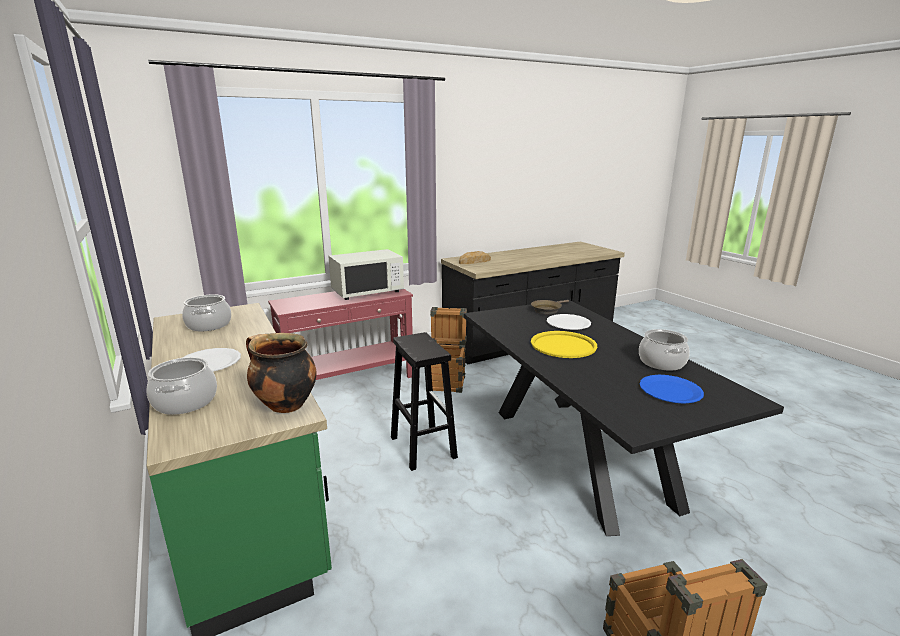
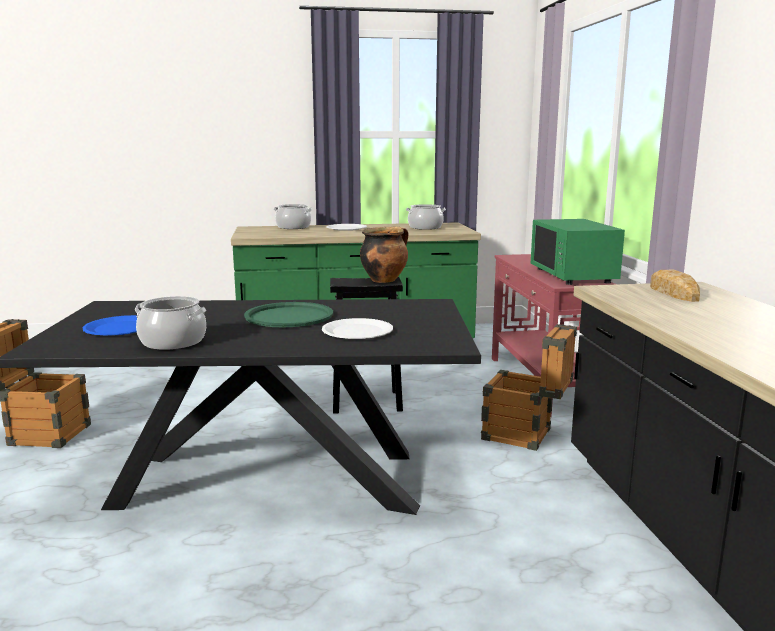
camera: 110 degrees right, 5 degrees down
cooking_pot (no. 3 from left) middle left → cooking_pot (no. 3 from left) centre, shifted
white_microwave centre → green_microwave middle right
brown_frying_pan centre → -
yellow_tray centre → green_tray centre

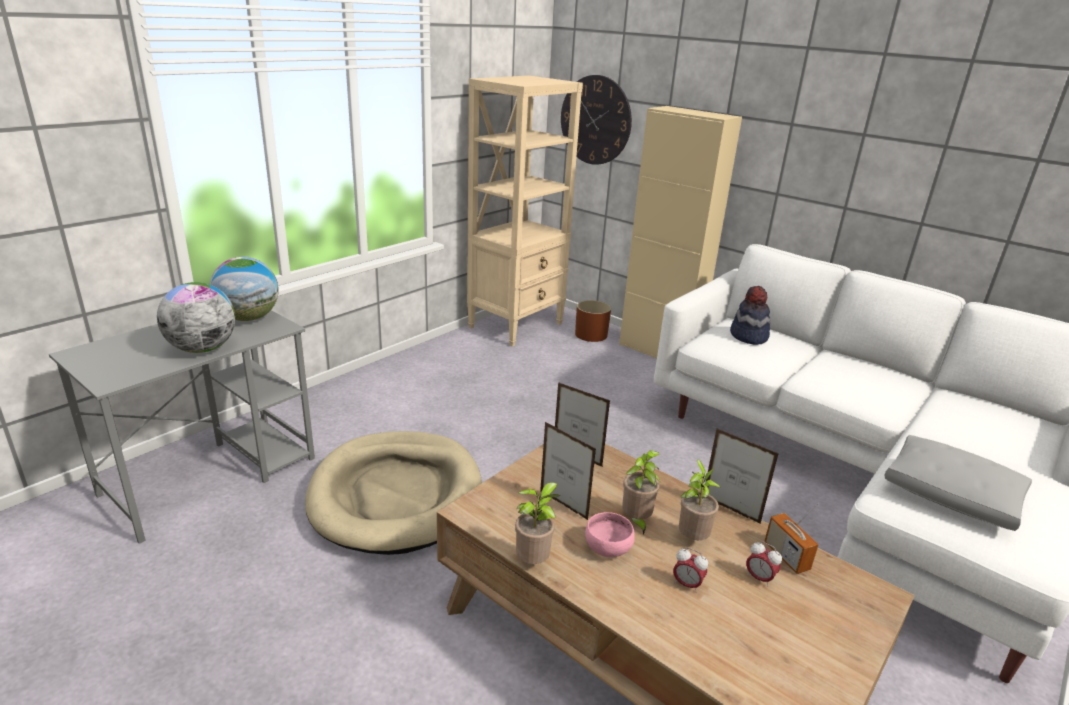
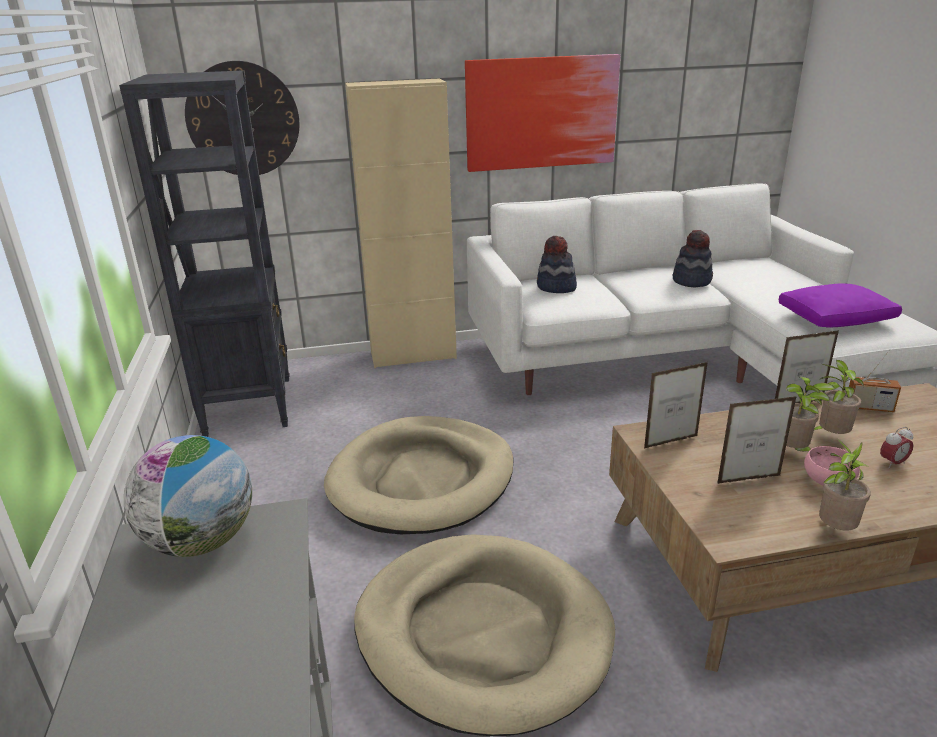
camera: 50 degrees left, 0 degrees up
globe (no. 1 from left) middle left → -
beige_bookcase top centre → black_bookcase middle left
brown_planter centre → -
alarm_clock (no. 2 from left) bottom right → -
grey_pillow bottom right → purple_pillow middle right
- → beige_dog_bed (no. 1 from left) centre
- → picture top centre
- → hat (no. 2 from left) middle right

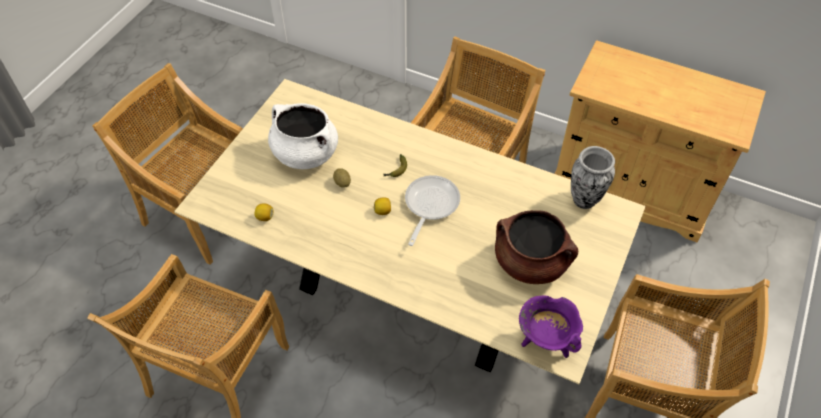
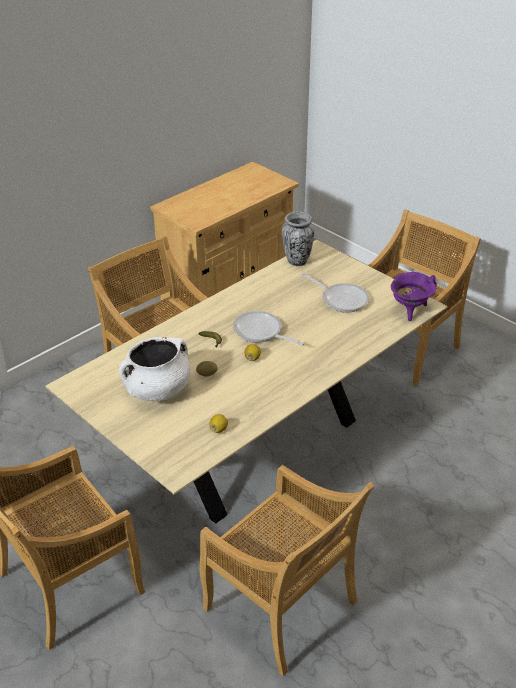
camera: 70 degrees left, 15 degrees down
brown_cooking_pot centre → frying_pan (no. 2 from left) centre

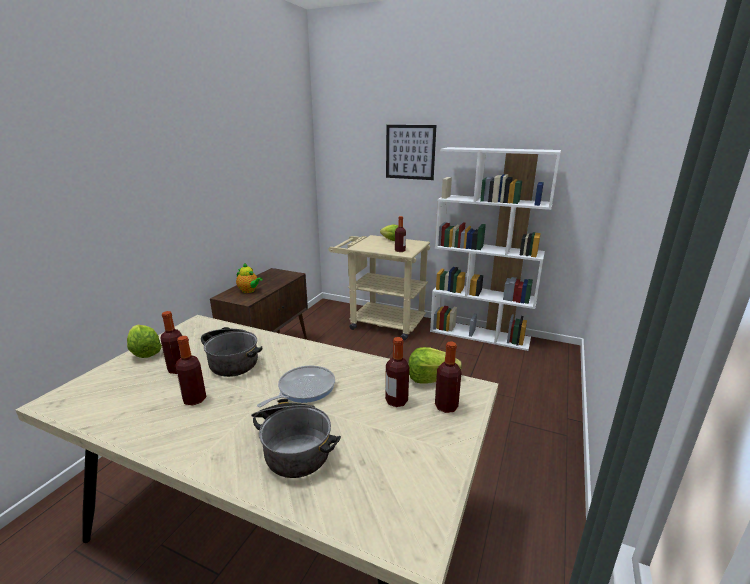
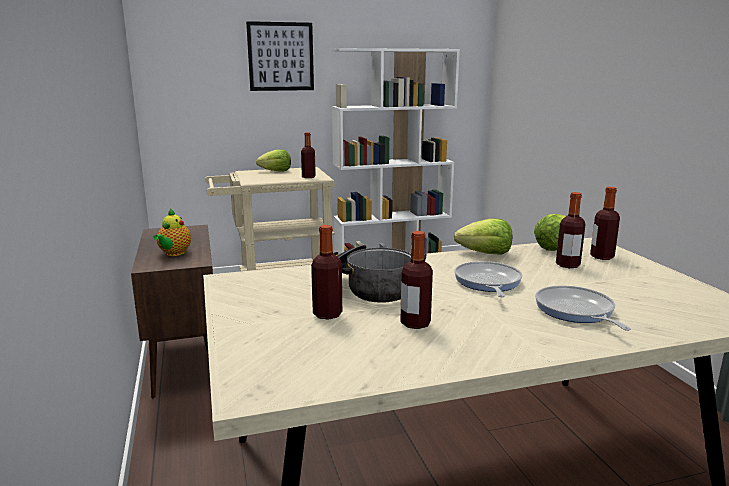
camera: 40 degrees left, 5 degrees down
lettuce (no. 1 from left in the first image) middle left → lettuce (no. 2 from left) centre, shifted
teapot middle left, 105 degrees clockwise
cooking_pot (no. 2 from left) bottom centre → frying_pan (no. 2 from left) middle right

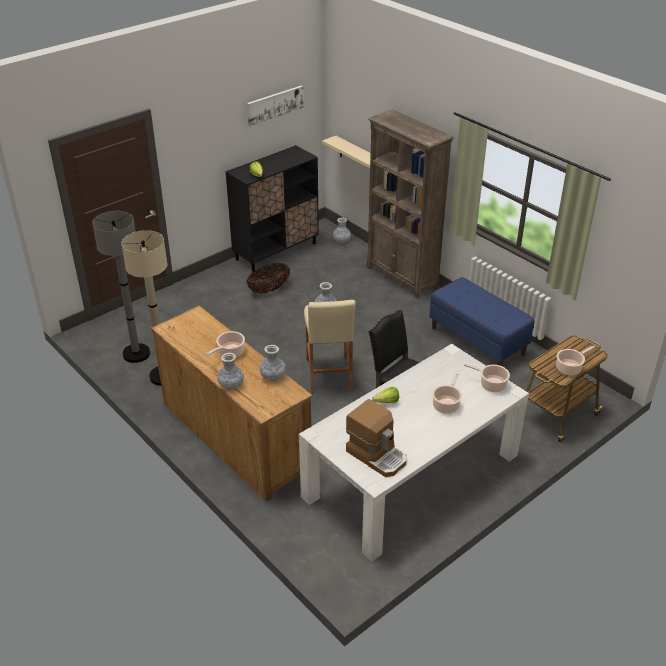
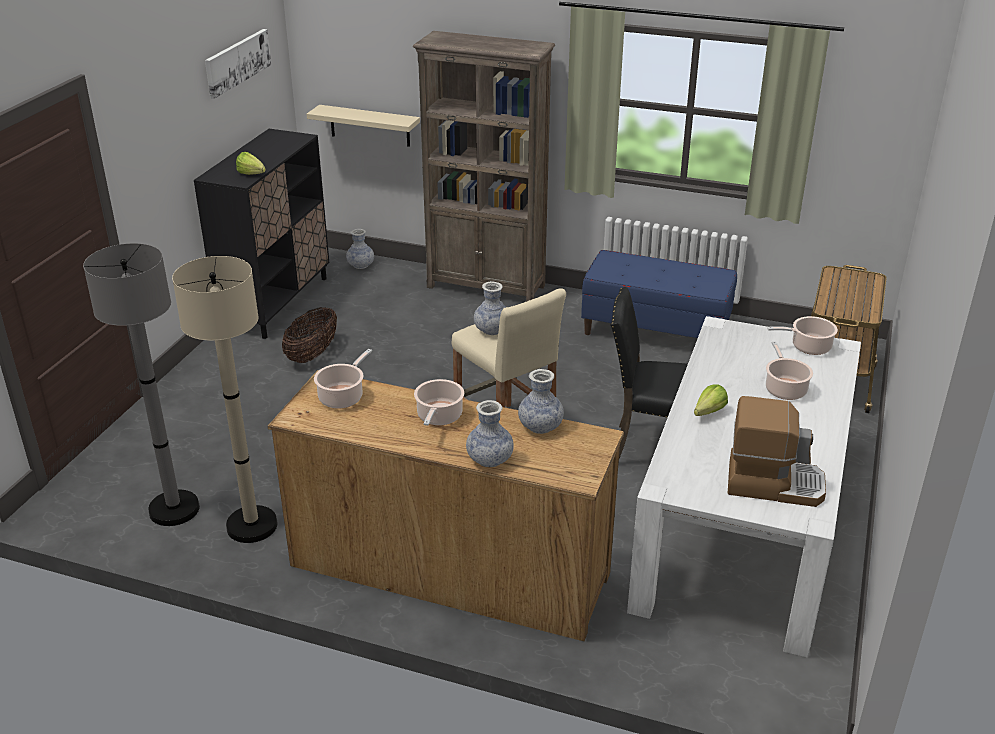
camera: 30 degrees left, 5 degrees down
cooking_pot (no. 4 from left in the first image) middle right → cooking_pot (no. 1 from left) centre, shifted

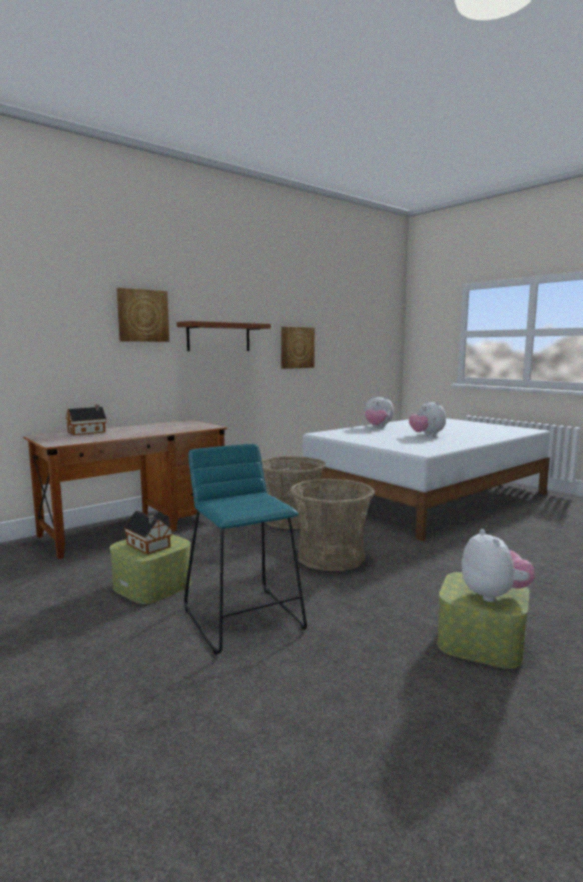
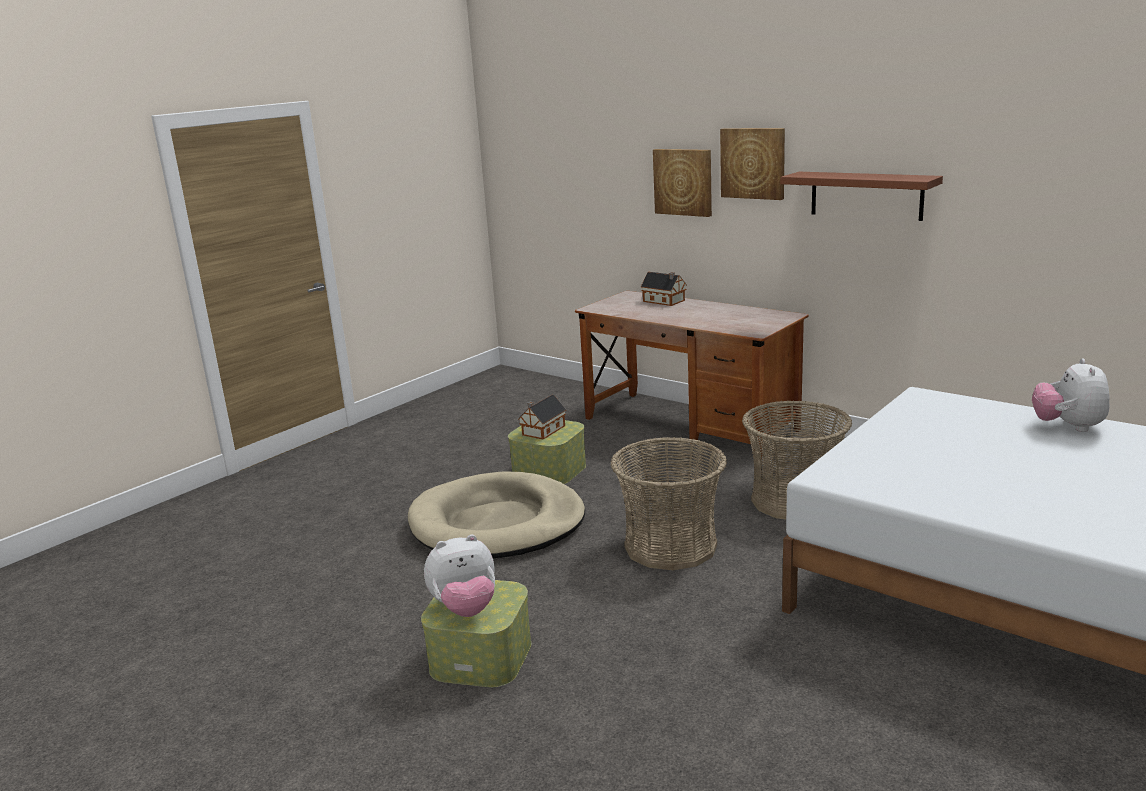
camera: 80 degrees right, 10 degrees up
turquoise_stool centre → beige_dog_bed centre
picture (no. 2 from left in the first image) centre → picture (no. 1 from left) top centre, shifted
plush_toy (no. 2 from left) middle right → -

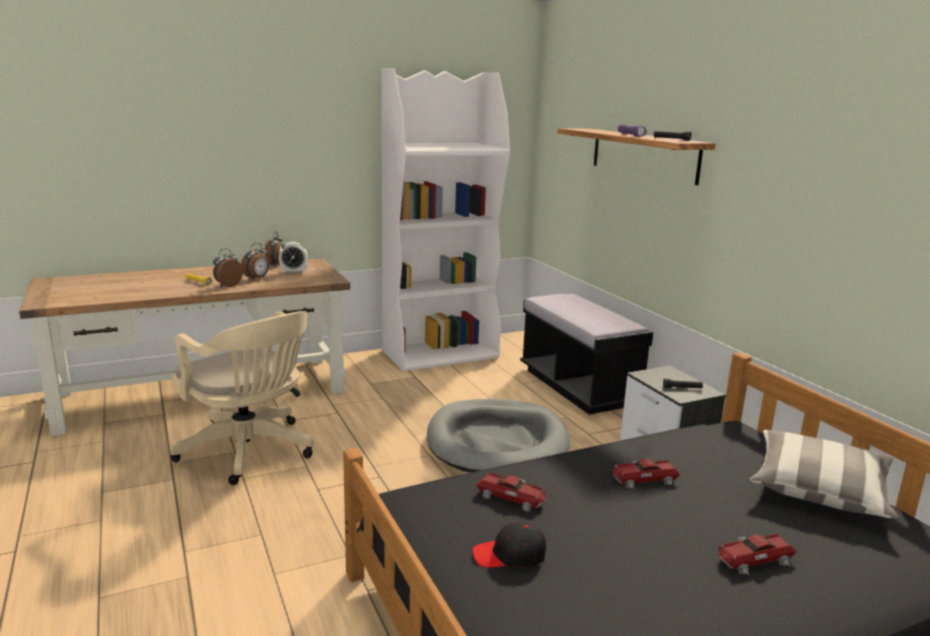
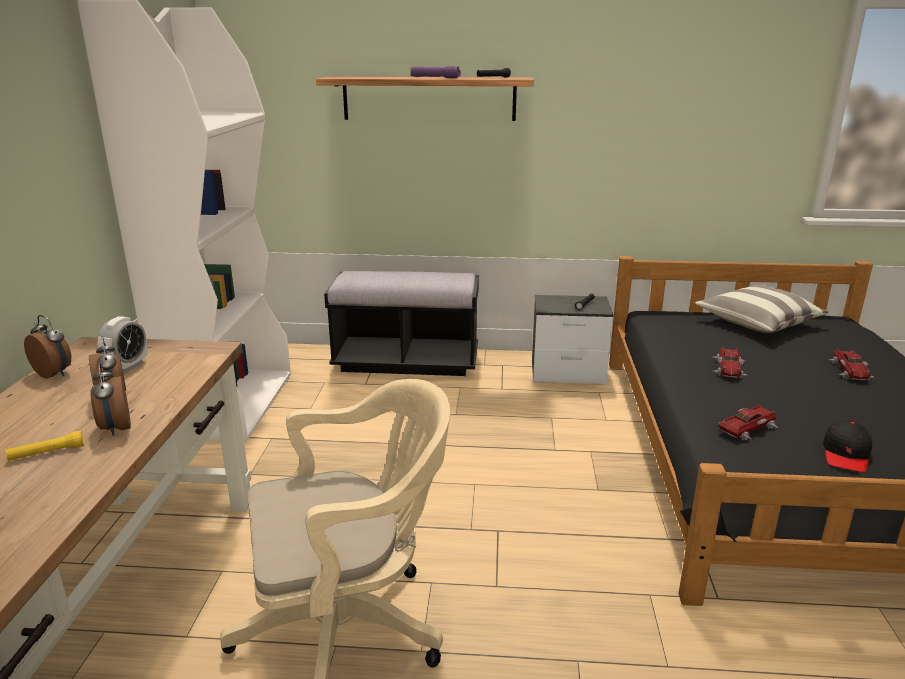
camera: 60 degrees left, 5 degrees up
grey_dog_bed bottom centre → -

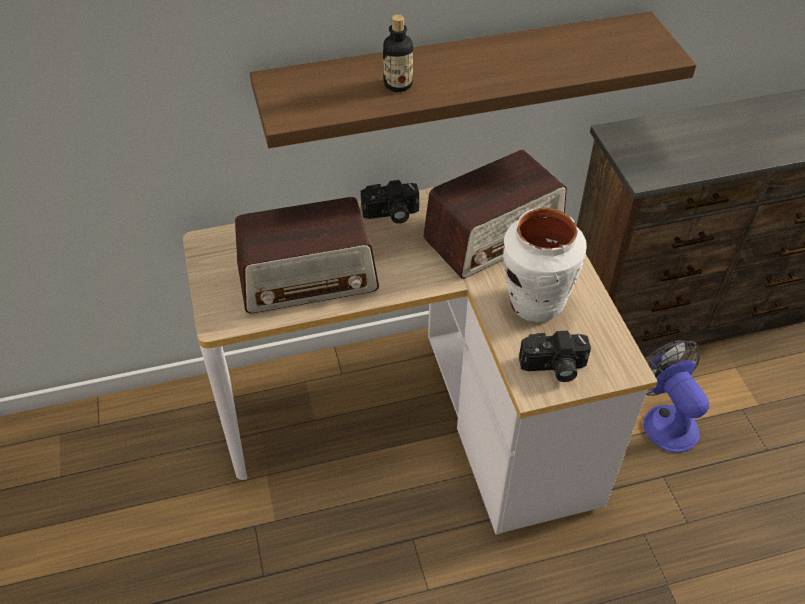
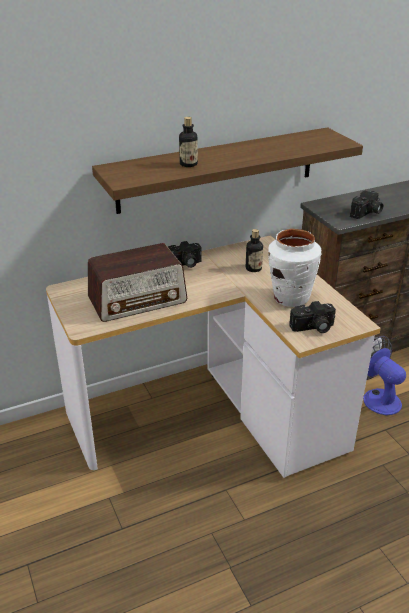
camera: 10 degrees left, 15 degrees down
radio (no. 2 from left) centre → bottle (no. 2 from left) centre
- → photo_camera (no. 3 from left) top right

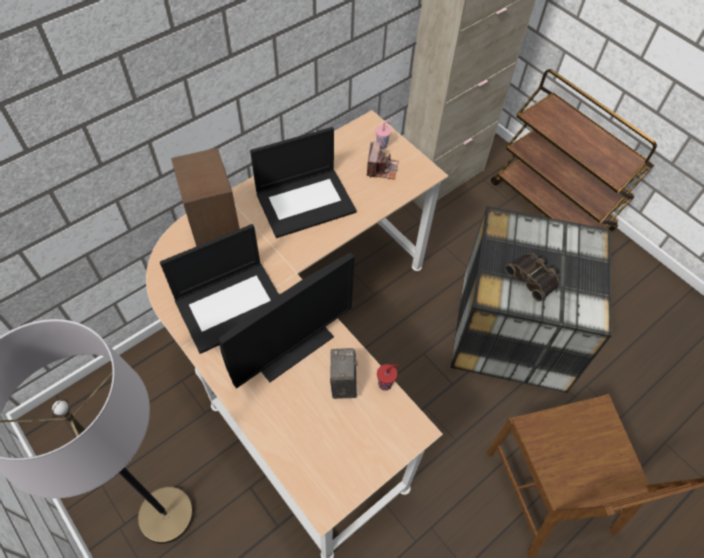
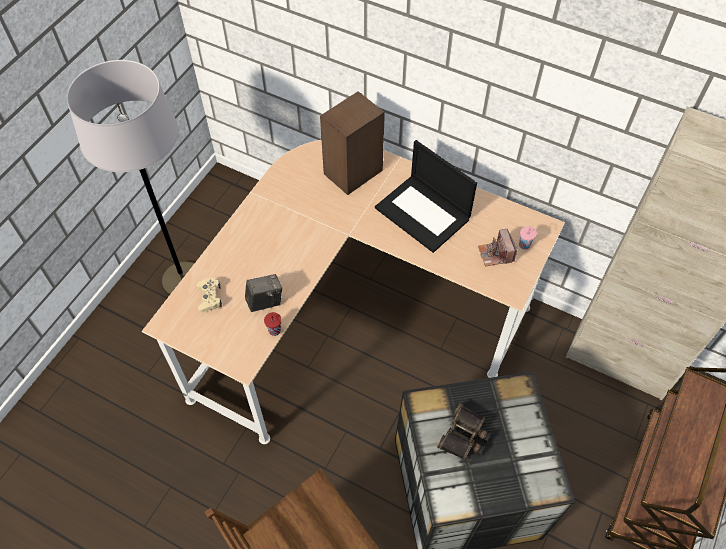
camera: 70 degrees right, 0 degrees up
laptop (no. 1 from left) middle left → -
monitor centre → -
photo_camera (no. 2 from left) top centre → photo_camera (no. 2 from left) middle right, 90 degrees clockwise
- → beige_game_controller middle left

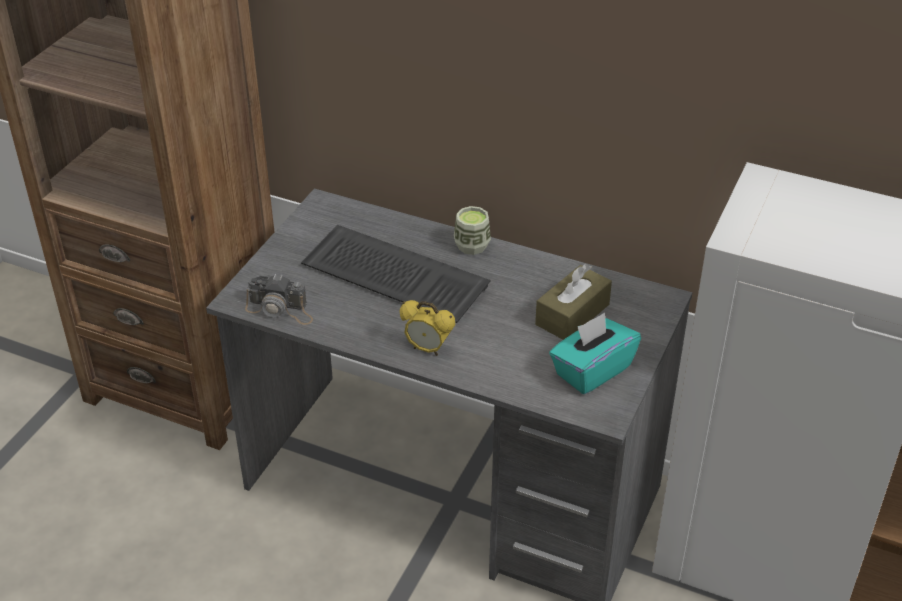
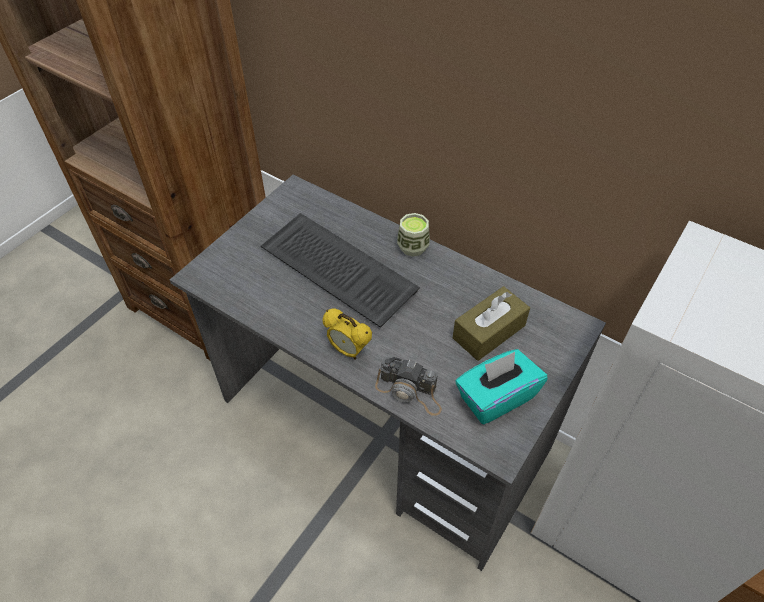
camera: 10 degrees right, 10 degrees up
photo_camera middle left → photo_camera centre, shifted

